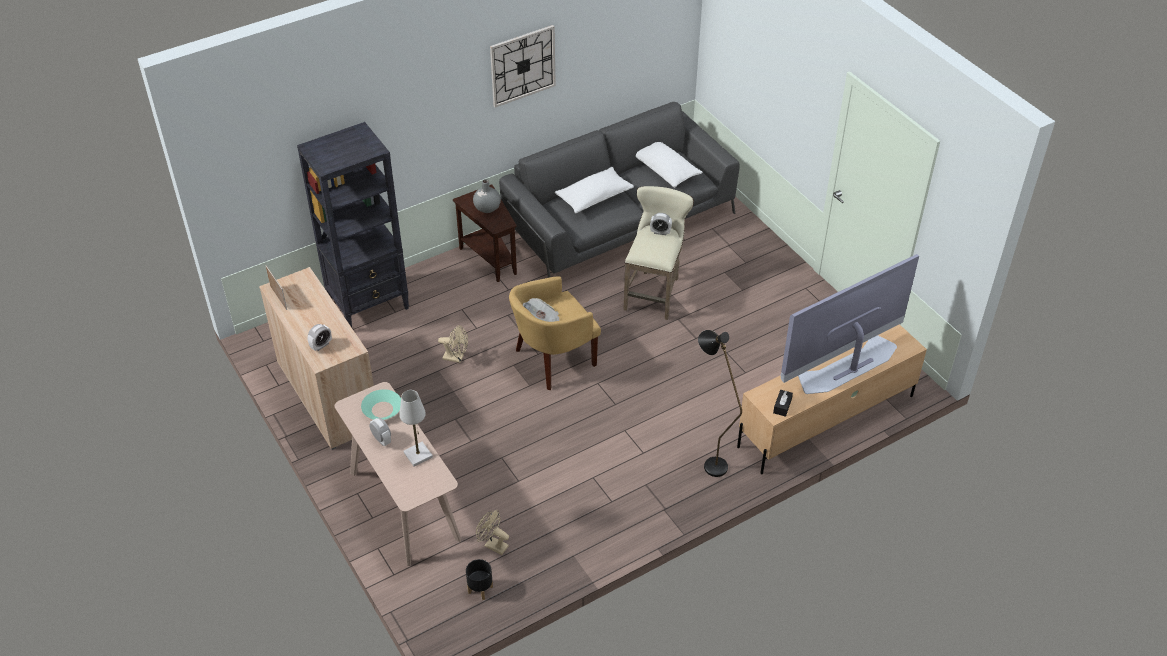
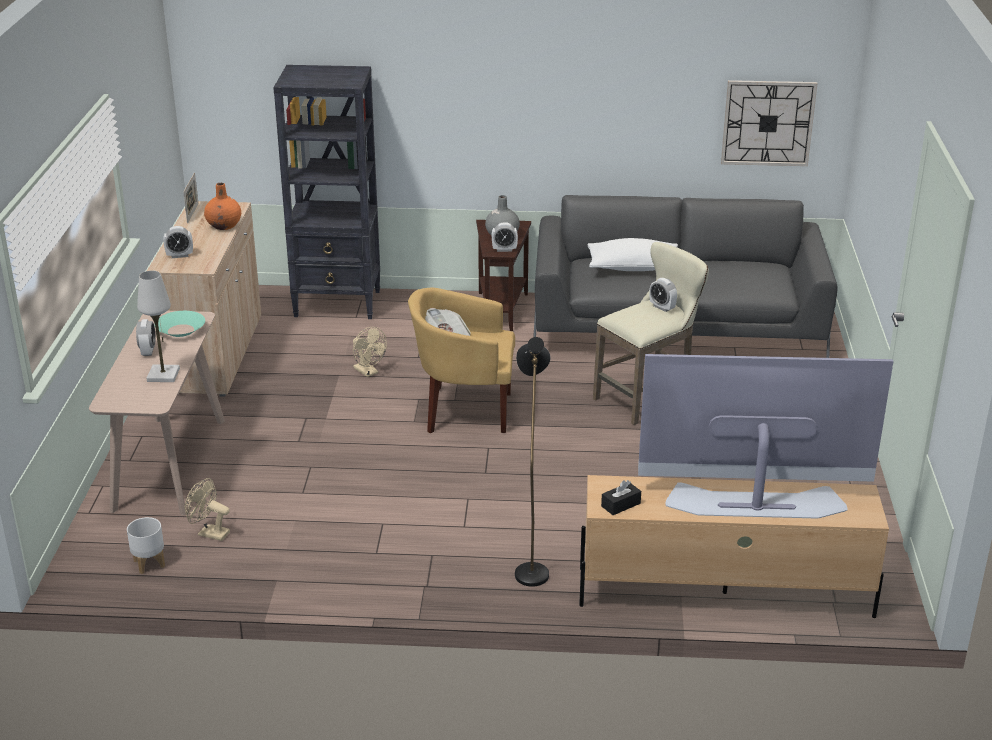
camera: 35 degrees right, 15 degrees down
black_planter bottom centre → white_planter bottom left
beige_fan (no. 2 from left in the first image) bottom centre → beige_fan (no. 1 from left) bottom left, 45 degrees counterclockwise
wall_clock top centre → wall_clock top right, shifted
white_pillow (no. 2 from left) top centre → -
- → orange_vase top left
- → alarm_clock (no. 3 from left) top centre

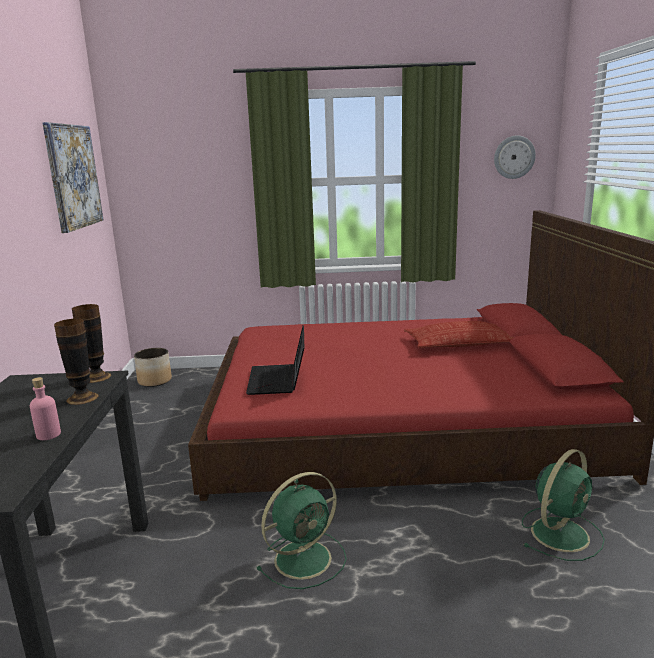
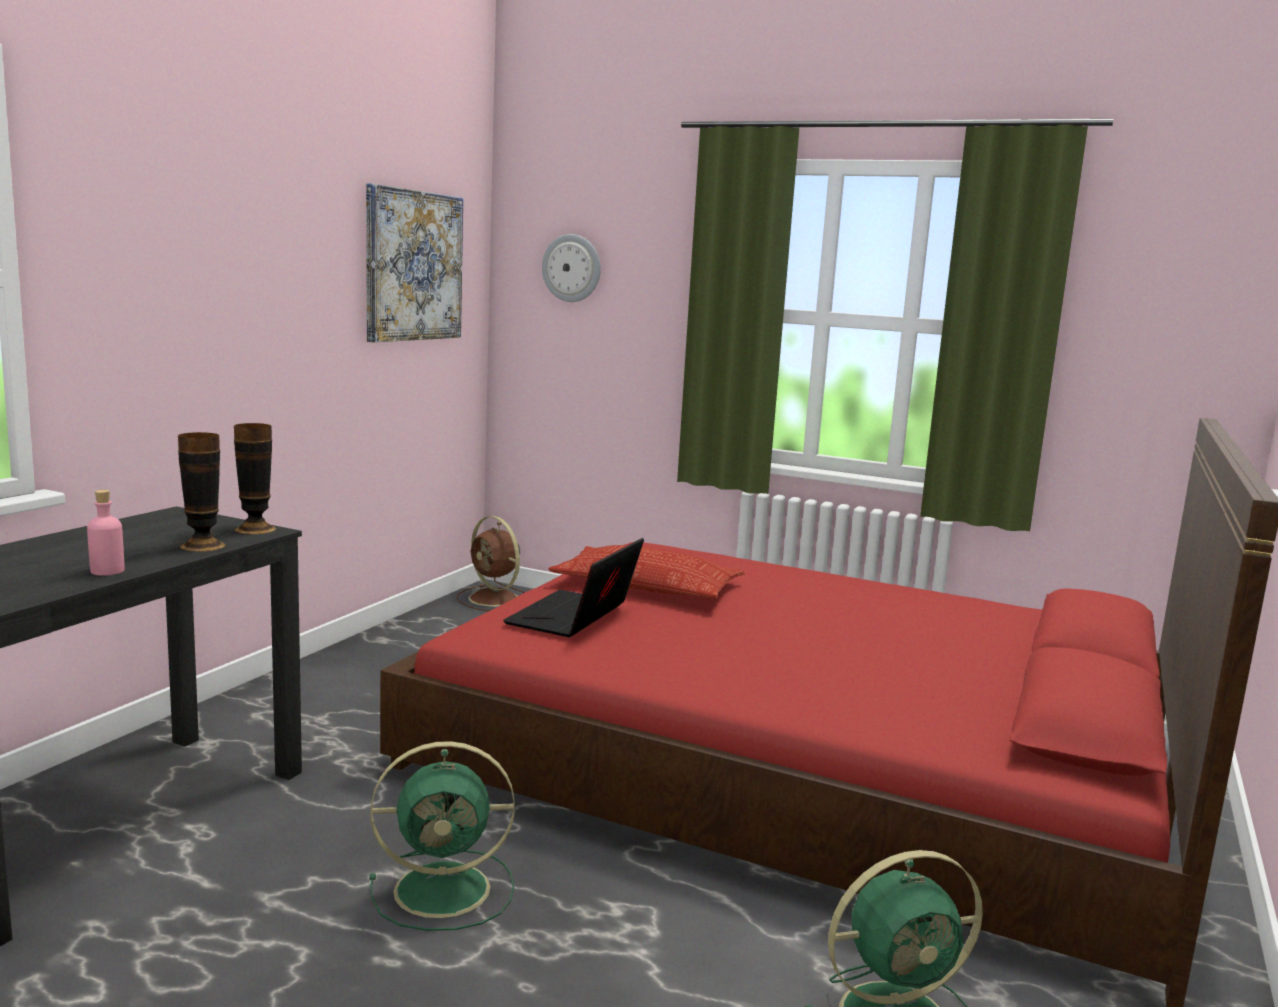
camera: 25 degrees right, 5 degrees down
planter middle left → brown_fan centre
pillow middle right → pillow centre, shifted
wall_clock top right → wall_clock top centre, shifted

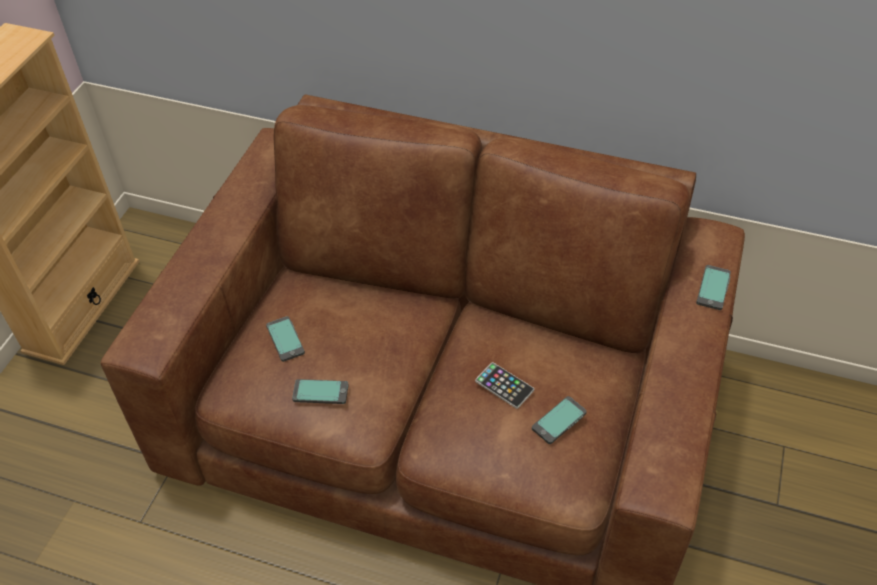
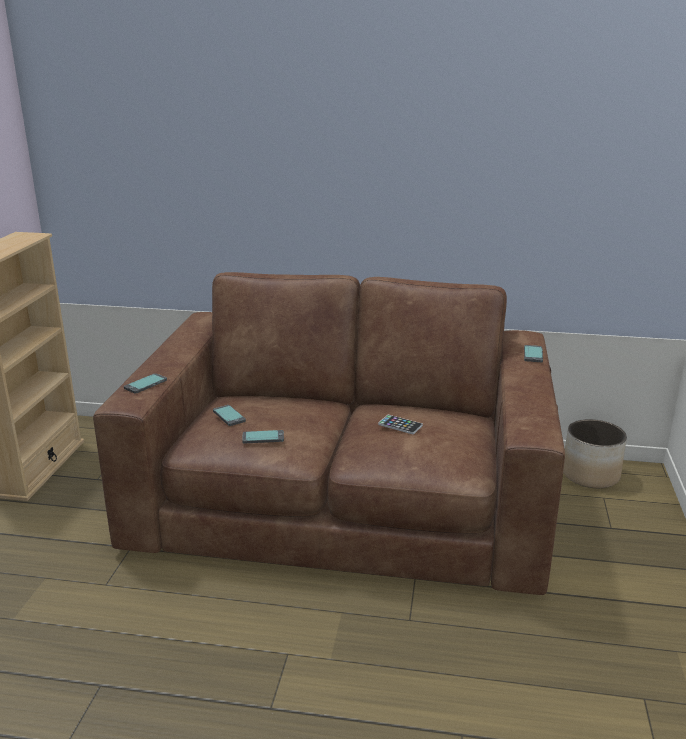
camera: 10 degrees left, 25 degrees down
phone (no. 4 from left in the first image) bottom centre → phone (no. 1 from left) middle left, shifted
- → planter middle right

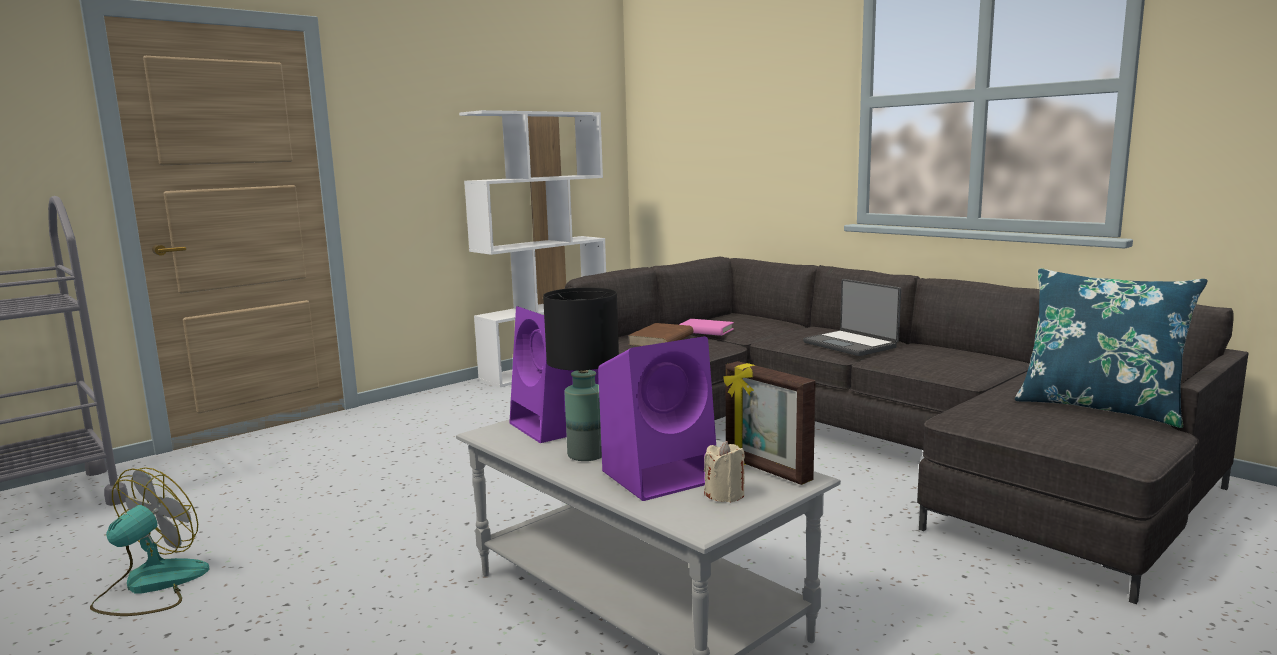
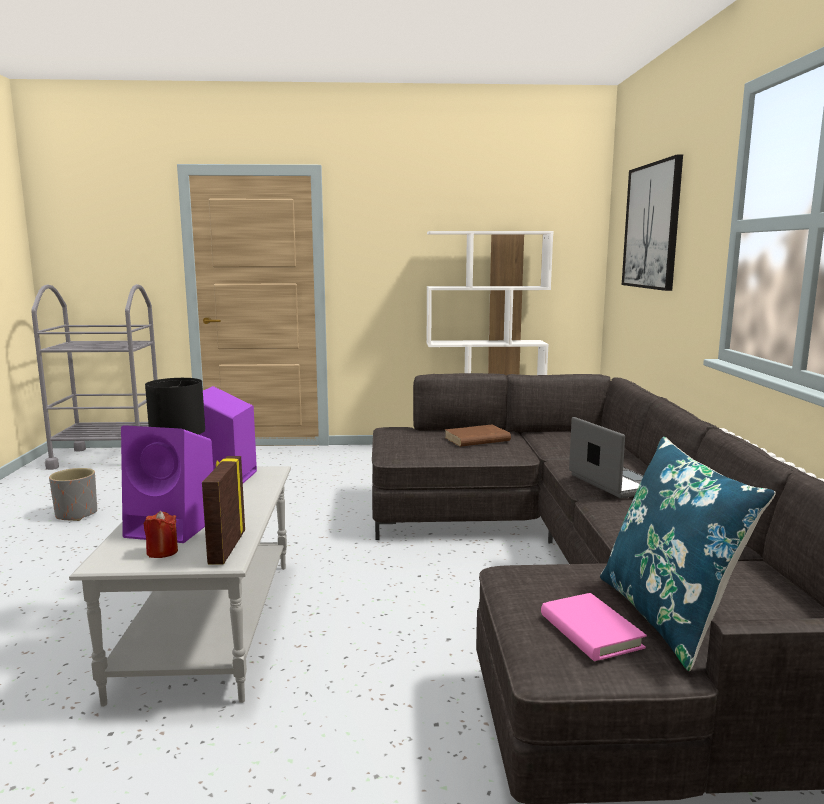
camera: 40 degrees right, 0 degrees up
fan bottom left → grey_planter middle left
pink_book centre → pink_book bottom right, shifted
beige_candle bottom centre → red_candle middle left
laptop middle right, 150 degrees clockwise
- → picture top right

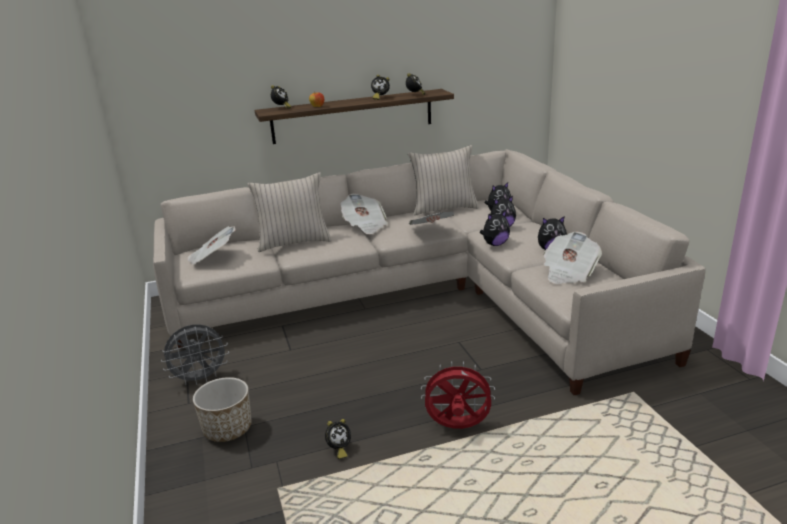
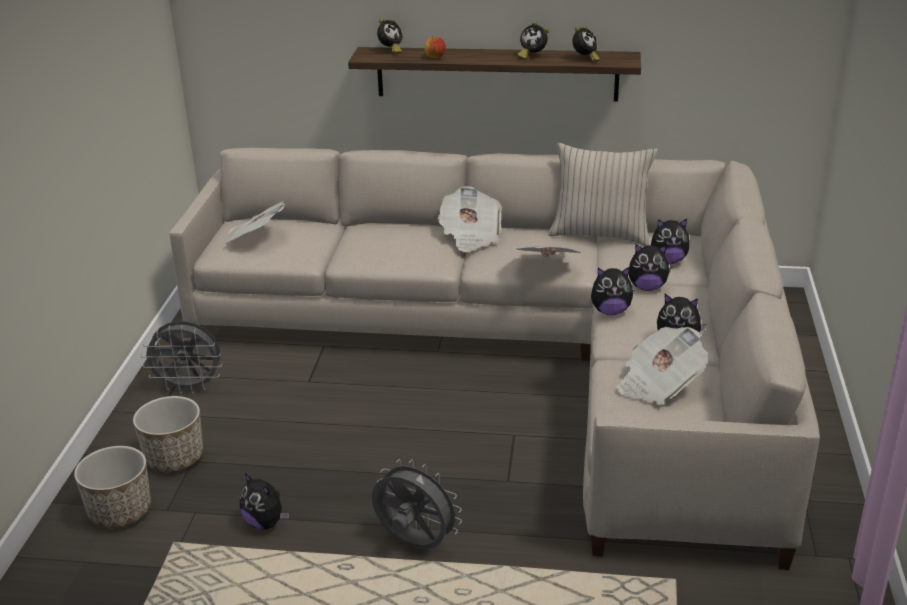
camera: 25 degrees right, 5 degrees up
beige_pillow (no. 1 from left) centre → -
alarm_clock (no. 2 from left) bottom centre → plush_toy (no. 1 from left) bottom left
red_fan bottom centre → grey_fan (no. 2 from left) bottom centre
- → planter (no. 1 from left) bottom left

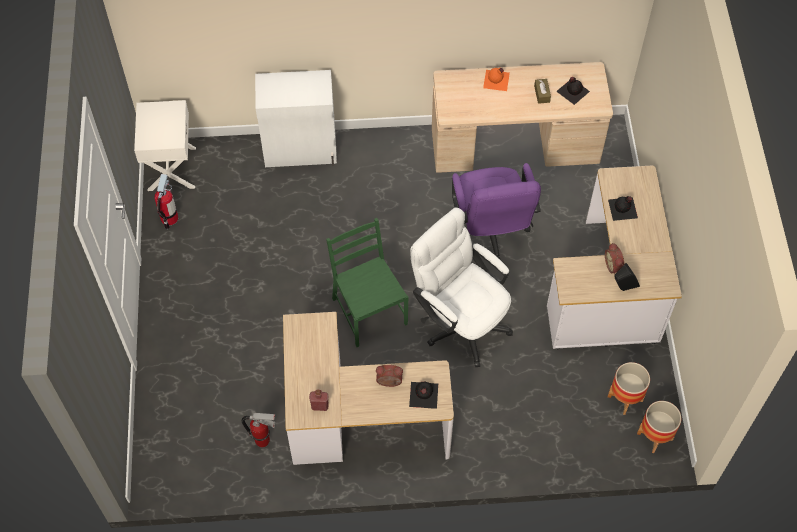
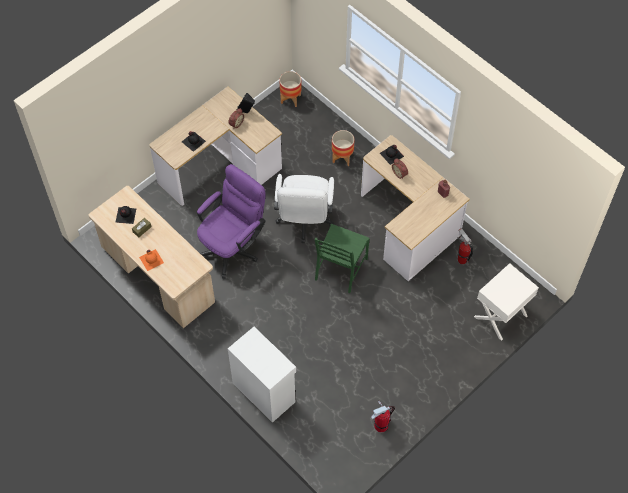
camera: 130 degrees left, 0 degrees up
white_nightstand top left → white_nightstand middle right, shifted
planter (no. 1 from left in the first image) bottom right → planter (no. 2 from left) top centre, shifted

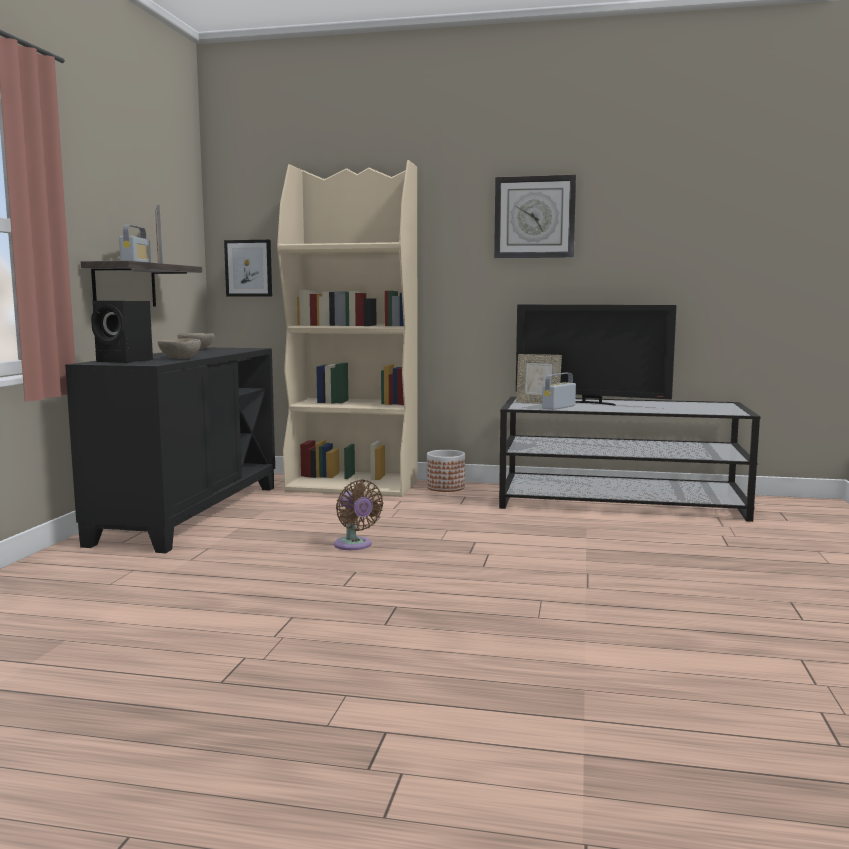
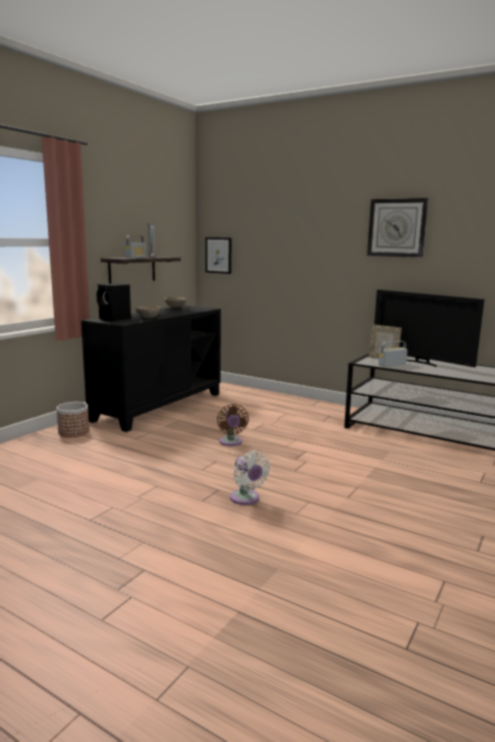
camera: 20 degrees right, 5 degrees up
beige_bookcase centre → -
planter centre → planter middle left, shifted
- → white_fan centre

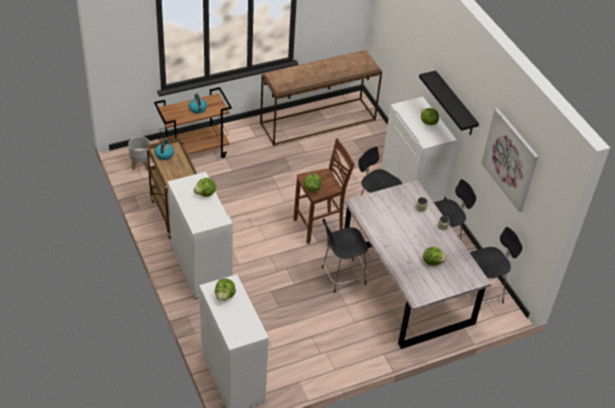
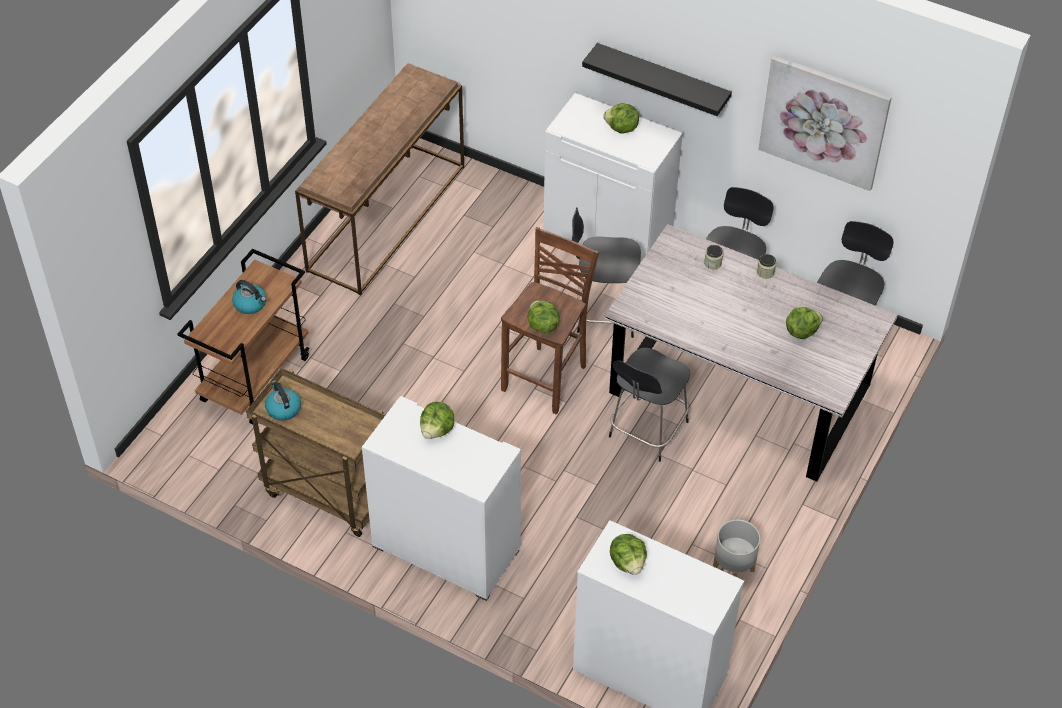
camera: 35 degrees left, 5 degrees up
grey_planter middle left → grey_planter bottom right, shifted

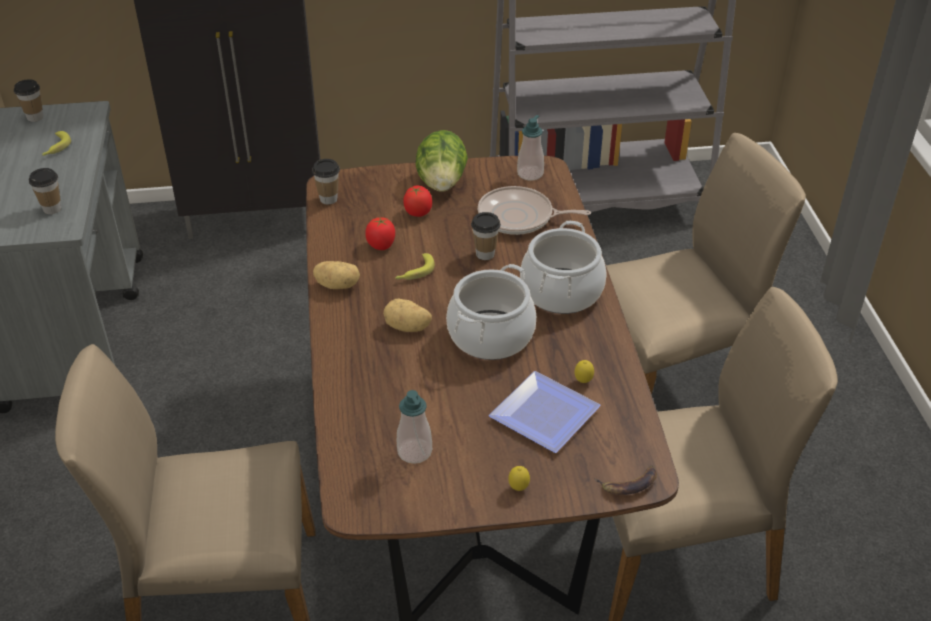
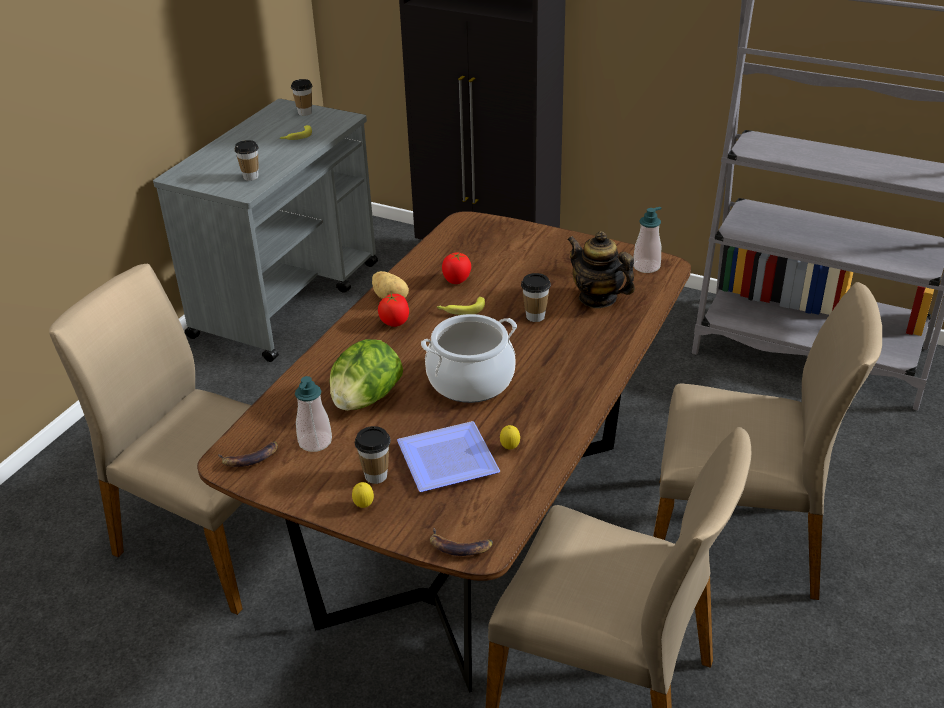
camera: 35 degrees right, 5 degrees down
cup (no. 3 from left) top centre → cup (no. 3 from left) centre, shifted
potato (no. 2 from left) centre → -
tomato (no. 2 from left in the first image) top centre → tomato (no. 1 from left) centre, shifted
lettuce top centre → lettuce centre, shifted
frying_pan centre → teapot centre
cooking_pot (no. 2 from left) centre → -
- → banana (no. 1 from left) middle left

